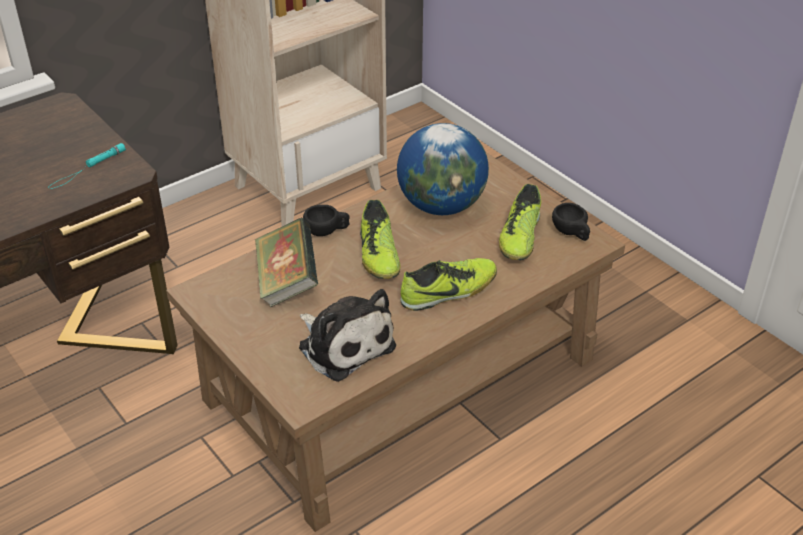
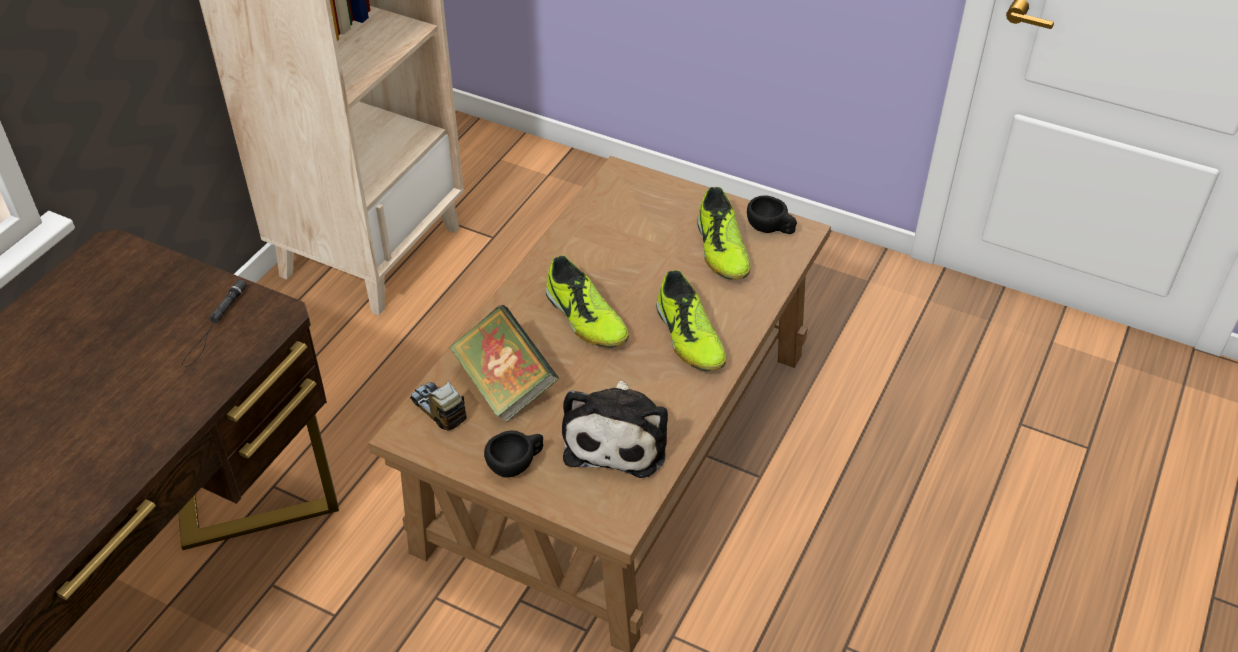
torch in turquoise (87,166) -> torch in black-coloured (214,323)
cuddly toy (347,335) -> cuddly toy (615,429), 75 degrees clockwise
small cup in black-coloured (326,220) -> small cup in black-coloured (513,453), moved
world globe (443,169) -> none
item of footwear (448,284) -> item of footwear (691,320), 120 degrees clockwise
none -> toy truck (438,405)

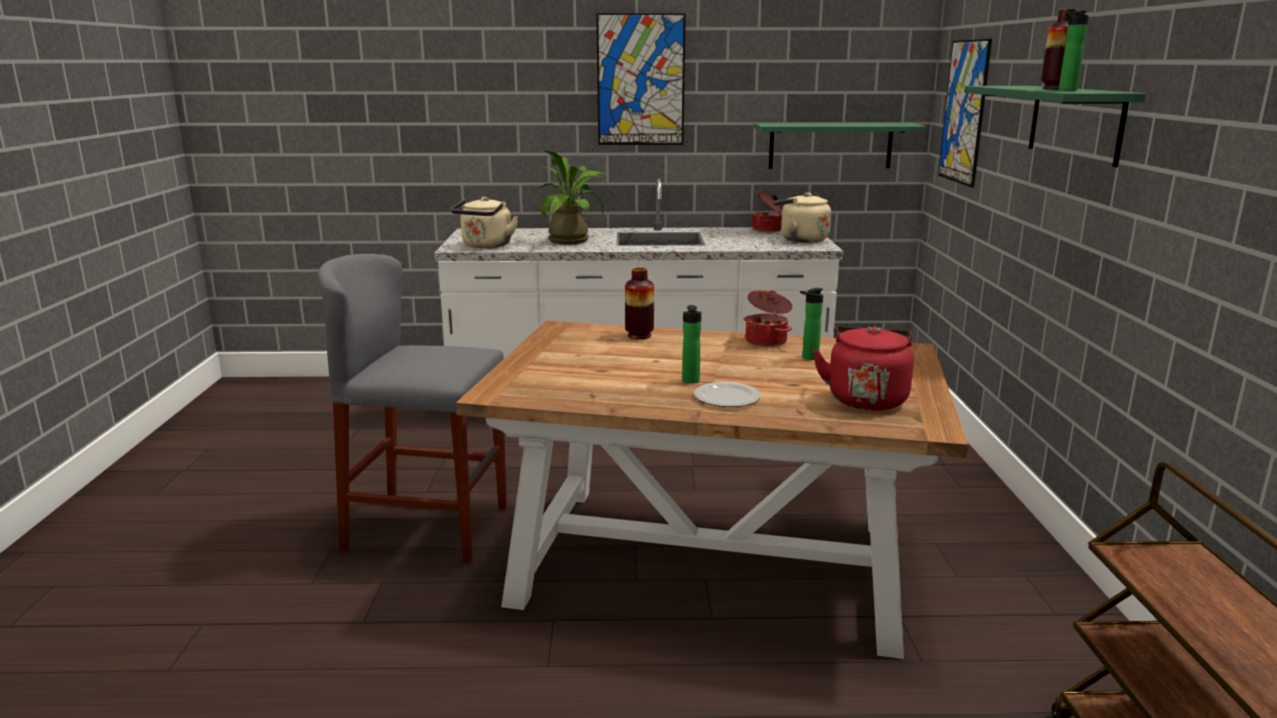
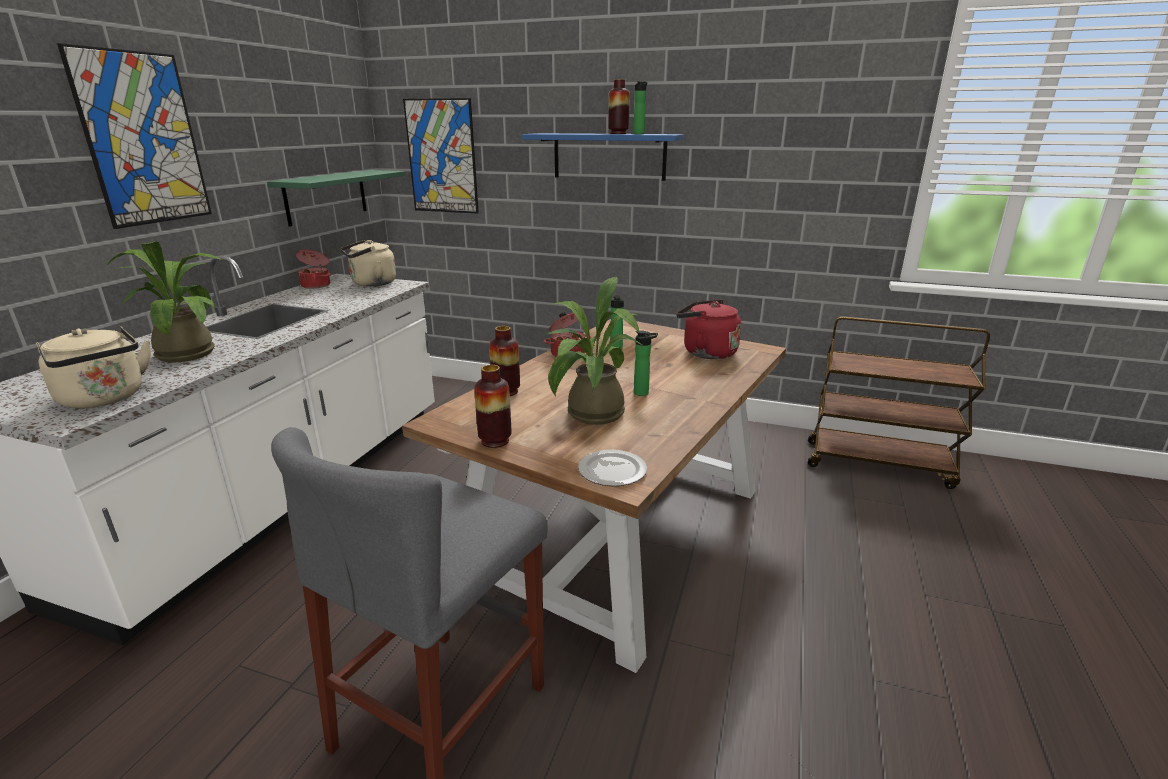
dinner plate (727,394) -> dinner plate (612,468), moved
bracket shelf in green-coloured (1055,126) -> bracket shelf in bluish (603,157)
none -> vase (492,406)
none -> potted plant (594,350)

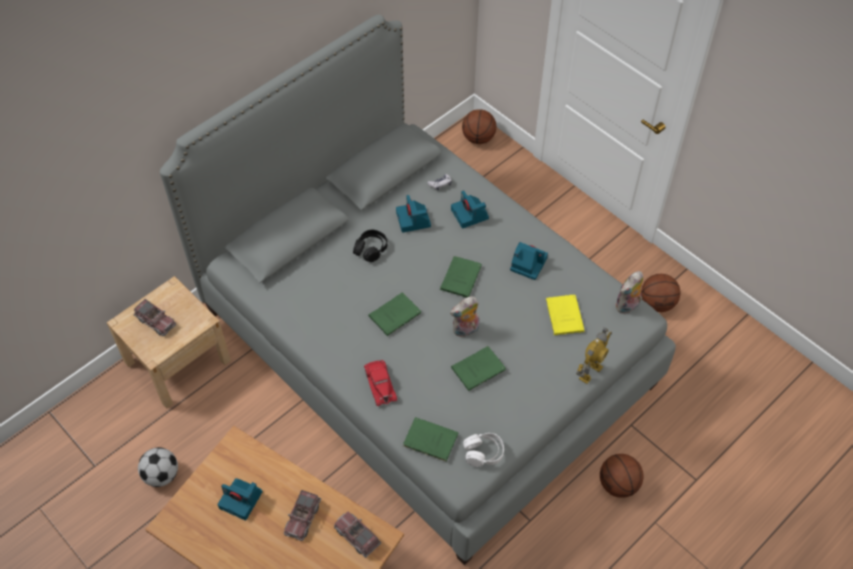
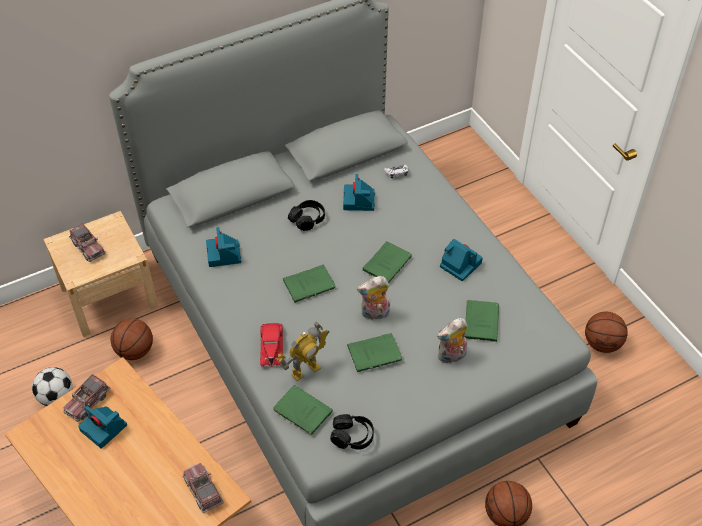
toy truck (302,515) -> toy truck (86,398), moved
photo camera (470,209) -> photo camera (223,247), moved
ball for basketball (479,126) -> ball for basketball (132,339), moved
headphones in white (483,450) -> headphones in black-coloured (352,432)
book in yellow (565,315) -> book in green-coloured (481,321)
robot figure (594,355) -> robot figure (303,351), moved
cuddly toy (629,292) -> cuddly toy (452,341), moved

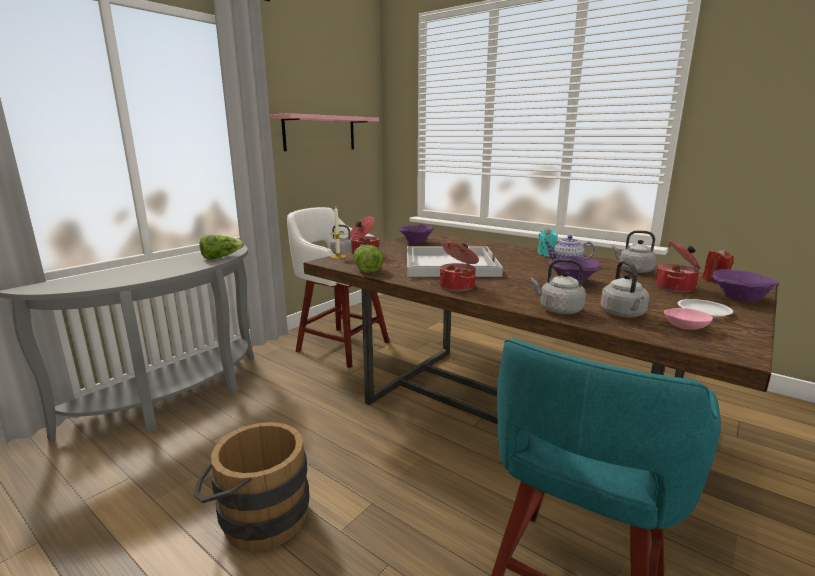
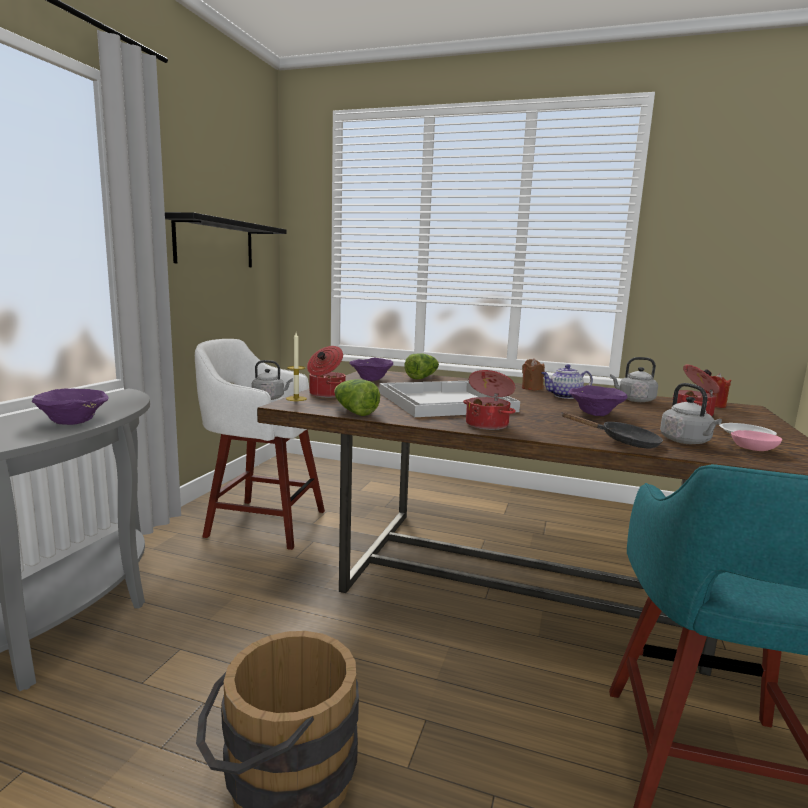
head of lettuce (221,247) -> head of lettuce (421,366), moved
bracket shelf in pinkish (324,132) -> bracket shelf in black-coloured (226,239)
kettle in gray (558,286) -> skillet in black-coloured (612,430)
wax light in turquoise (548,242) -> wax light in brown (533,374)
serving bowl in purple (745,285) -> serving bowl in purple (70,407), moved

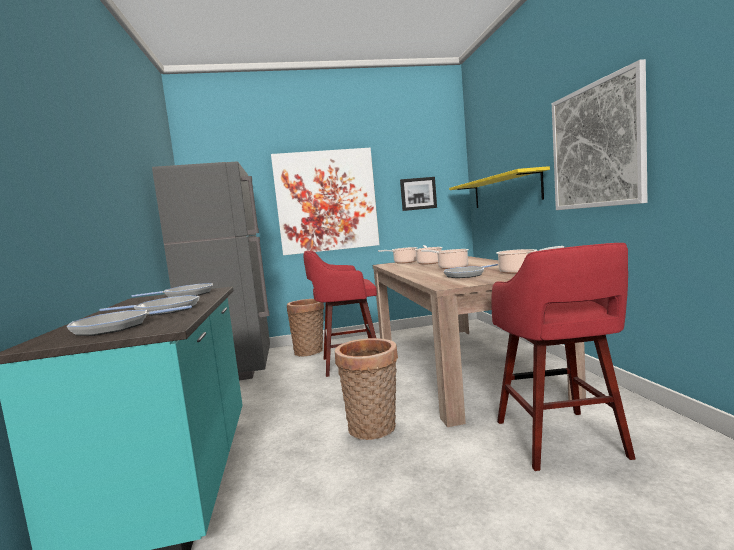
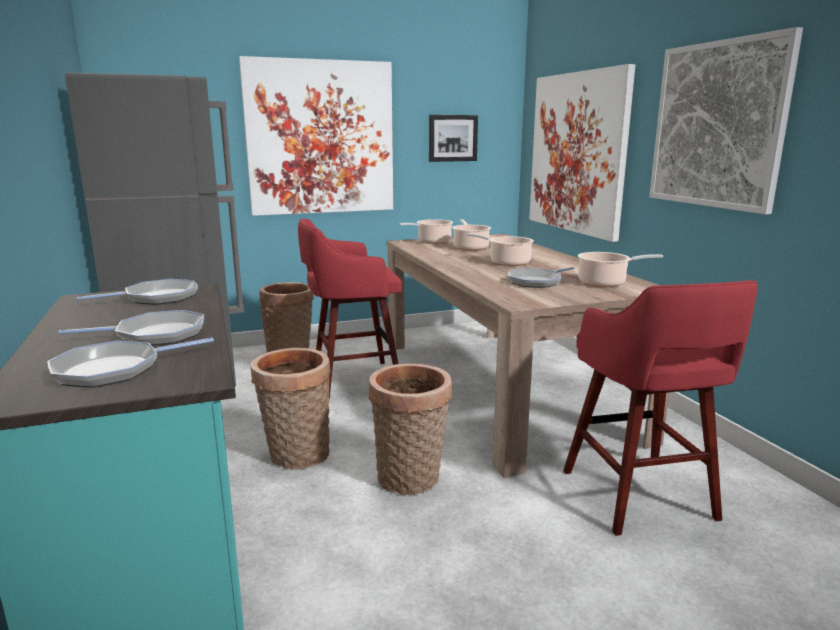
bracket shelf in yellow (499,187) -> wall art (582,153)
none -> household basket (291,408)

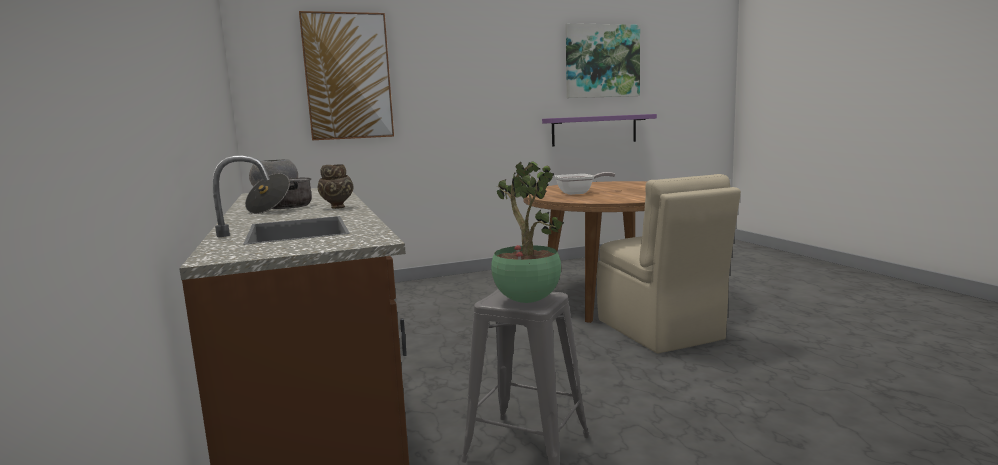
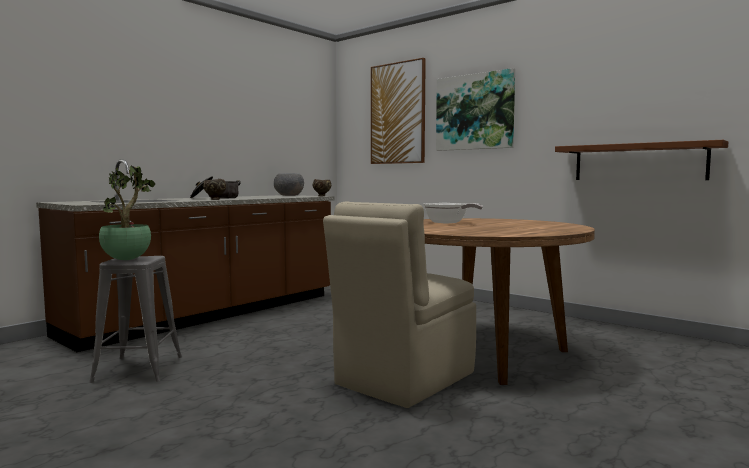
bracket shelf in purple (599,130) -> bracket shelf in brown (641,160)
wall art (602,60) -> wall art (475,109), moved

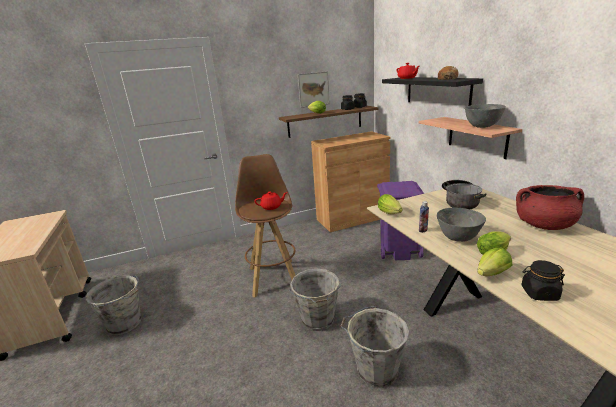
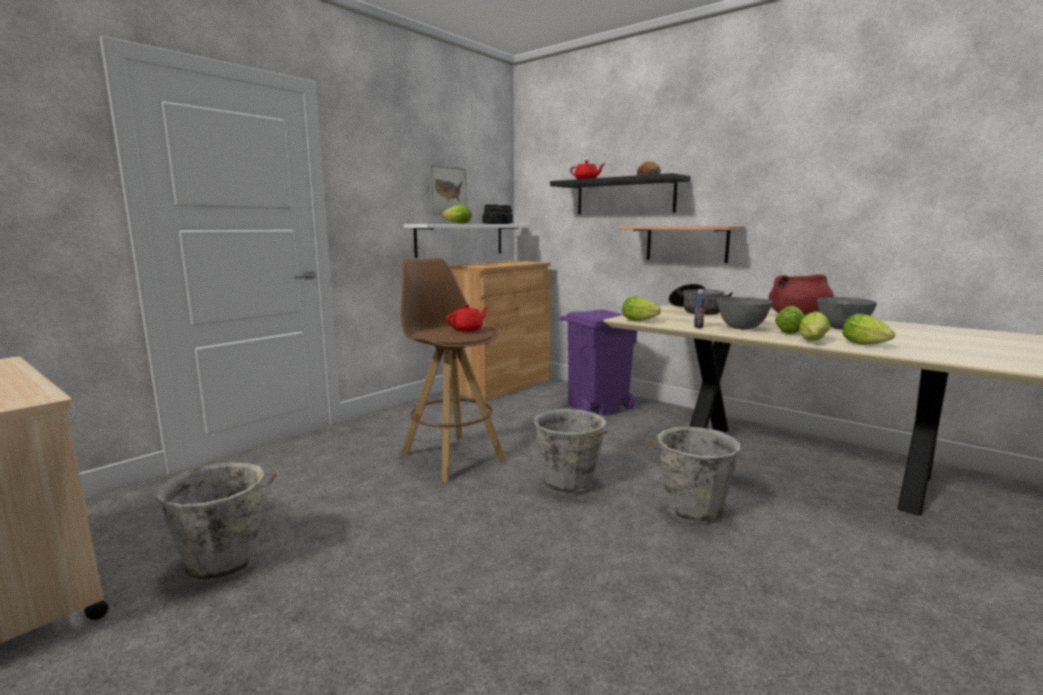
bracket shelf in brown (328,122) -> bracket shelf in white (466,241)
serving bowl in gray (485,116) -> serving bowl in gray (847,313), moved
jar in black-coloured (543,280) -> head of lettuce (868,329)

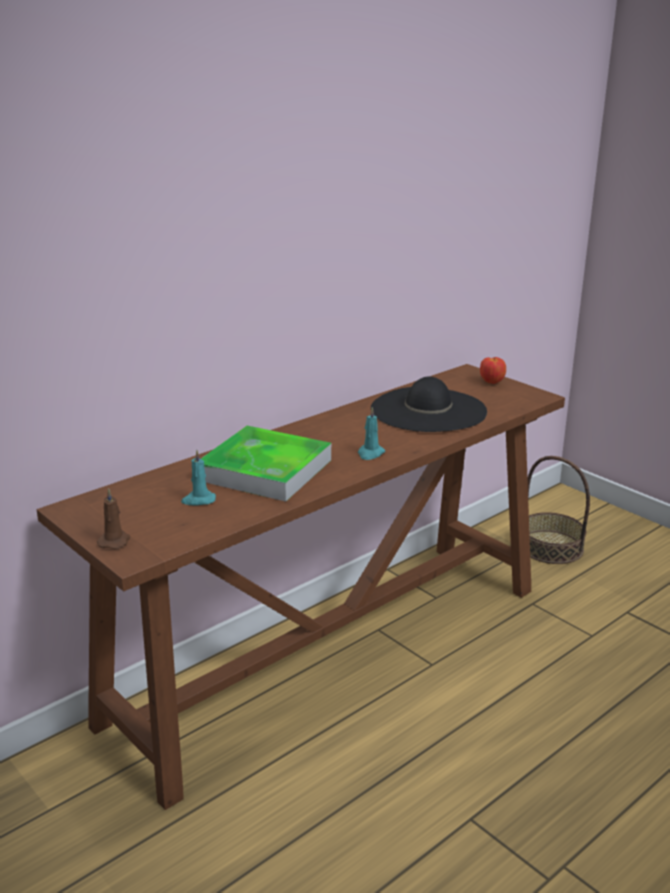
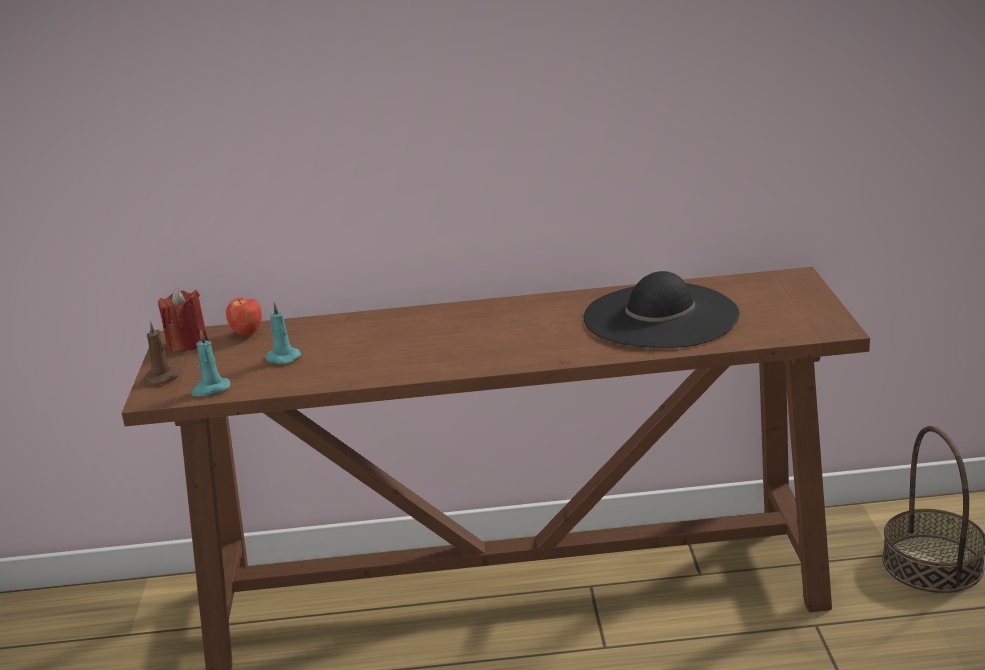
carrying tray (266,464) -> none
wax light in turquoise (371,433) -> wax light in turquoise (211,363), moved
apple (493,370) -> apple (244,317), moved
none -> wax light in red (183,320)

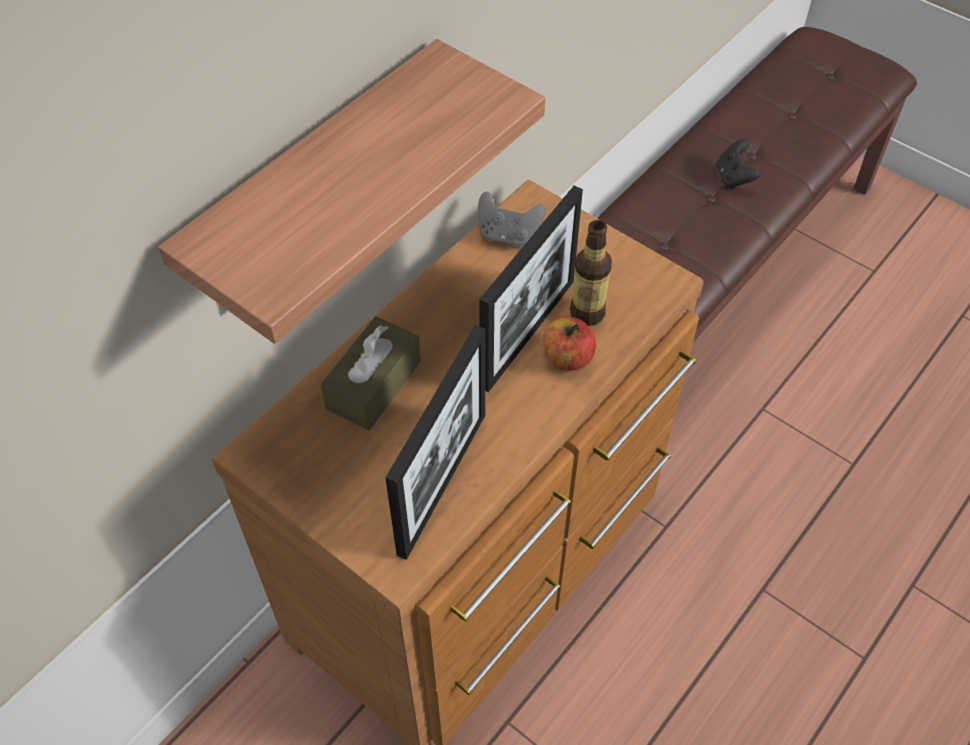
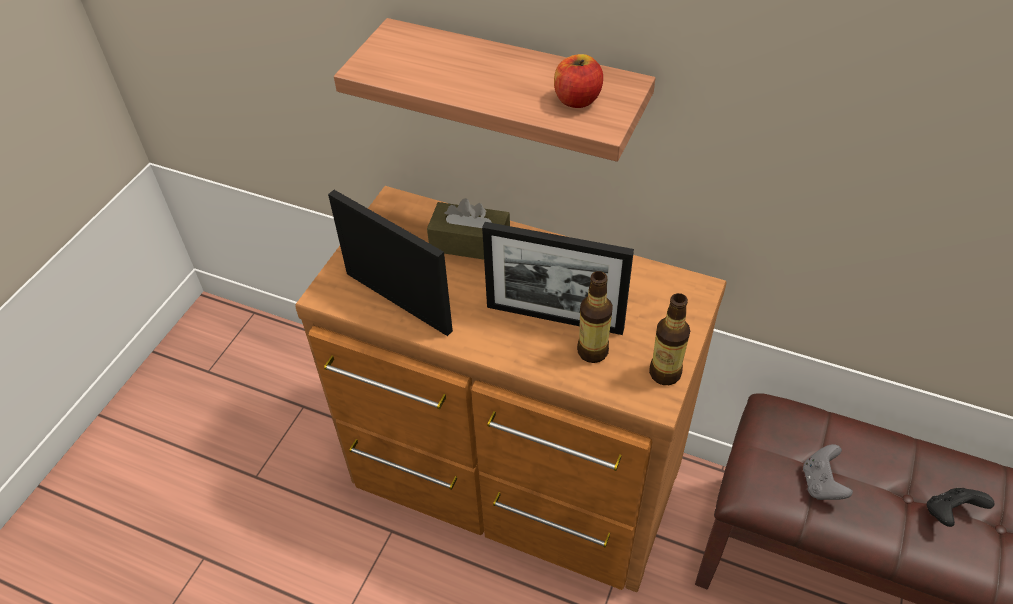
picture frame (435,442) -> picture frame (390,263), 150 degrees counterclockwise
gamepad in gray (512,219) -> gamepad in gray (828,472), moved
apple (569,344) -> apple (578,81), moved
none -> beverage bottle (669,339)

